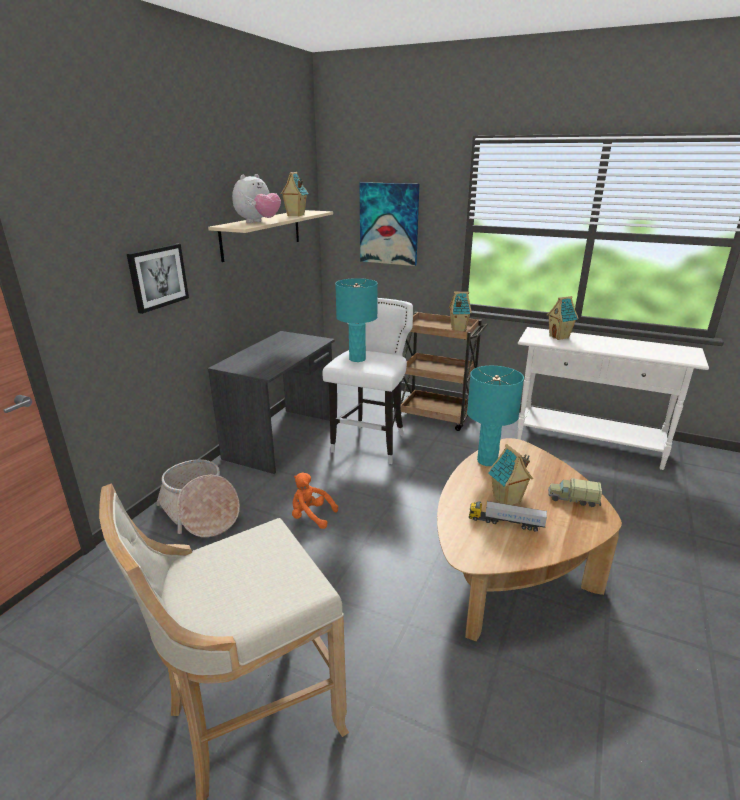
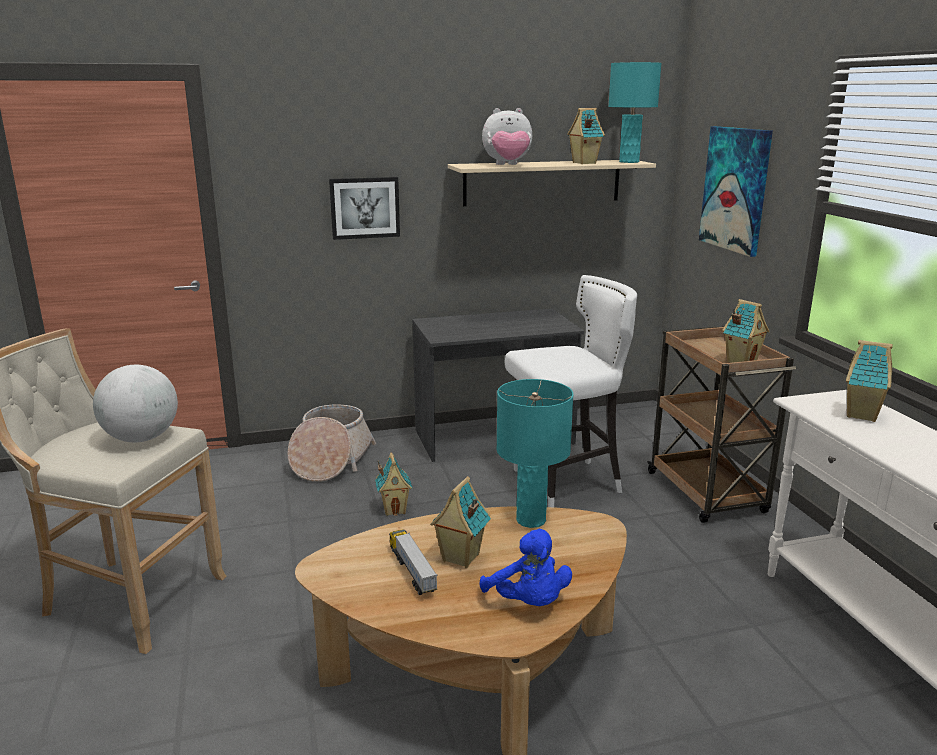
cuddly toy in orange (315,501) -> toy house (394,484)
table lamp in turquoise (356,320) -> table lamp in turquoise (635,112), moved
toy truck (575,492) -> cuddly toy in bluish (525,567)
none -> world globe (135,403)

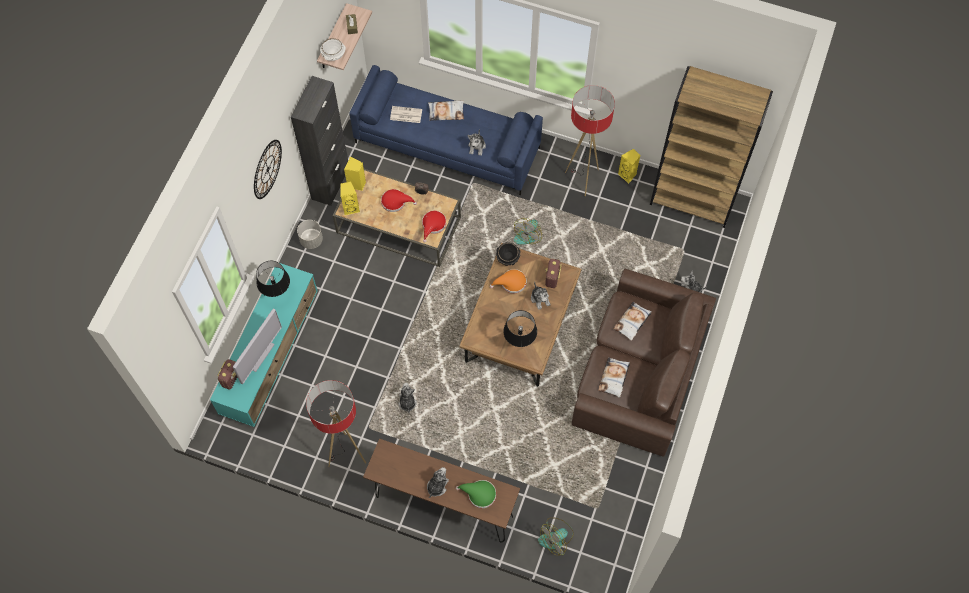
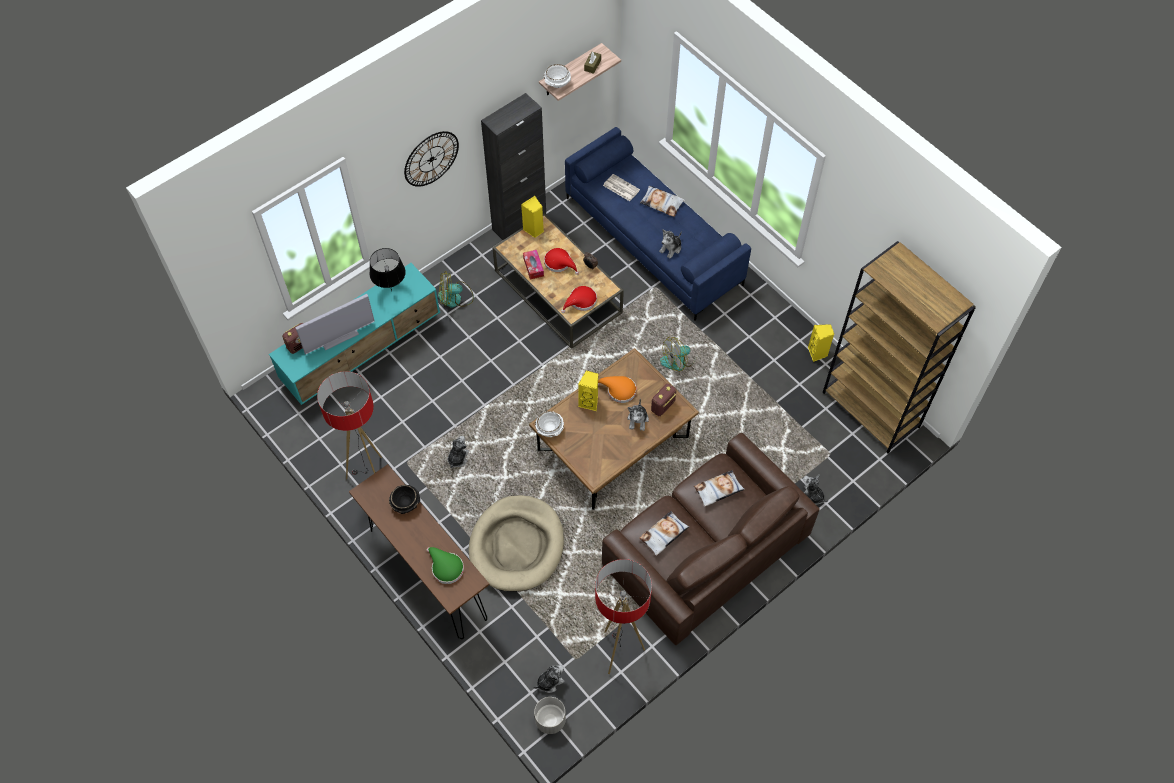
planter in gray (310,234) -> planter in gray (550,715), moved
audio speaker in yellow (350,198) -> audio speaker in yellow (588,390), moved
cuddly toy (438,482) -> cuddly toy (548,679), moved
serving bowl in black-coloured (508,254) -> serving bowl in black-coloured (404,499), moved
table lamp in black-coloured (520,328) -> none
fan (556,536) -> fan (456,290), moved
standard lamp (590,140) -> standard lamp (623,616), moved
none -> dog cushion in sand-coloured (516,543)
none -> box of tissues (533,265)
none -> serving bowl in white (549,424)

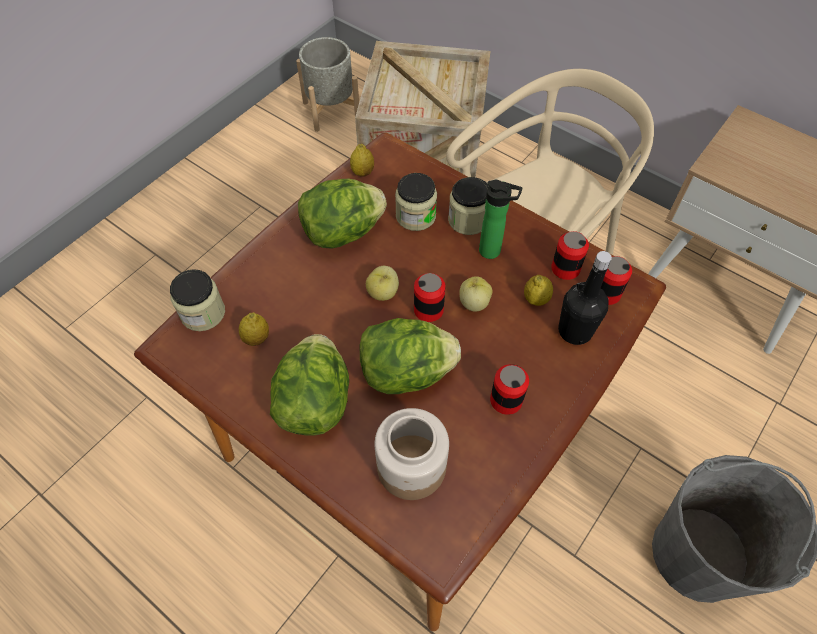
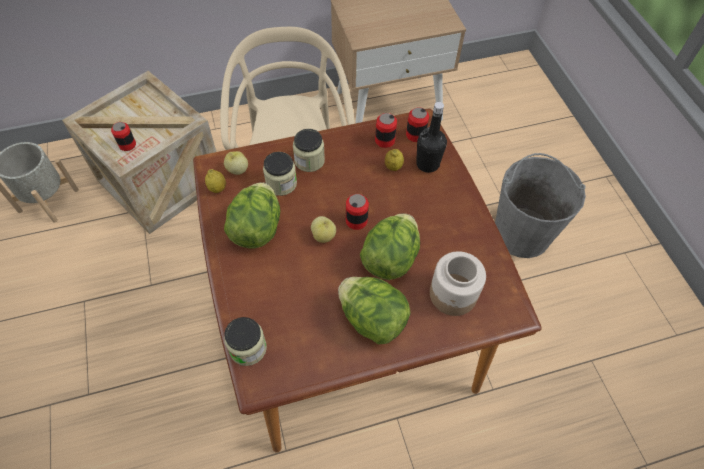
citrus fruit (254,329) -> none
apple (476,294) -> apple (236,163), moved
beverage bottle (500,219) -> none
metal can (509,389) -> metal can (123,136), moved

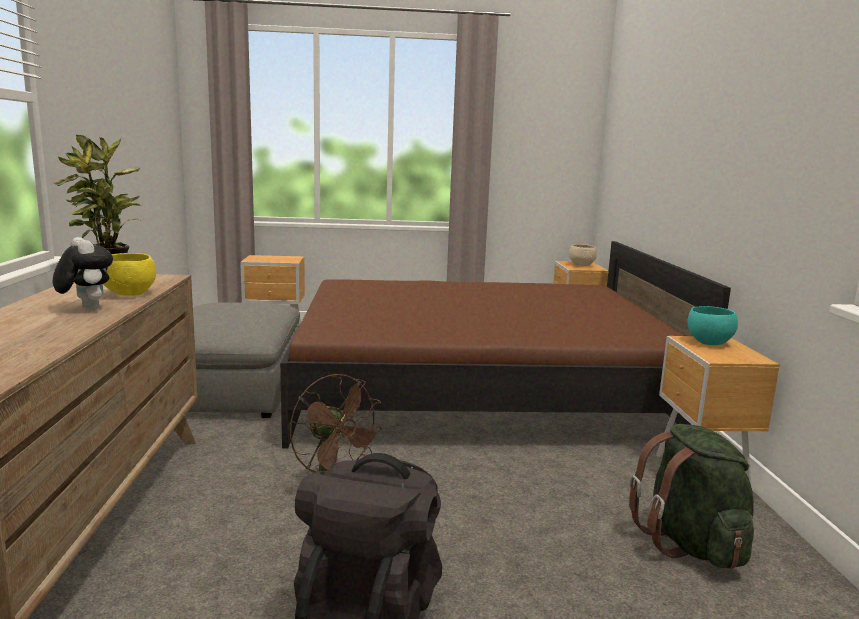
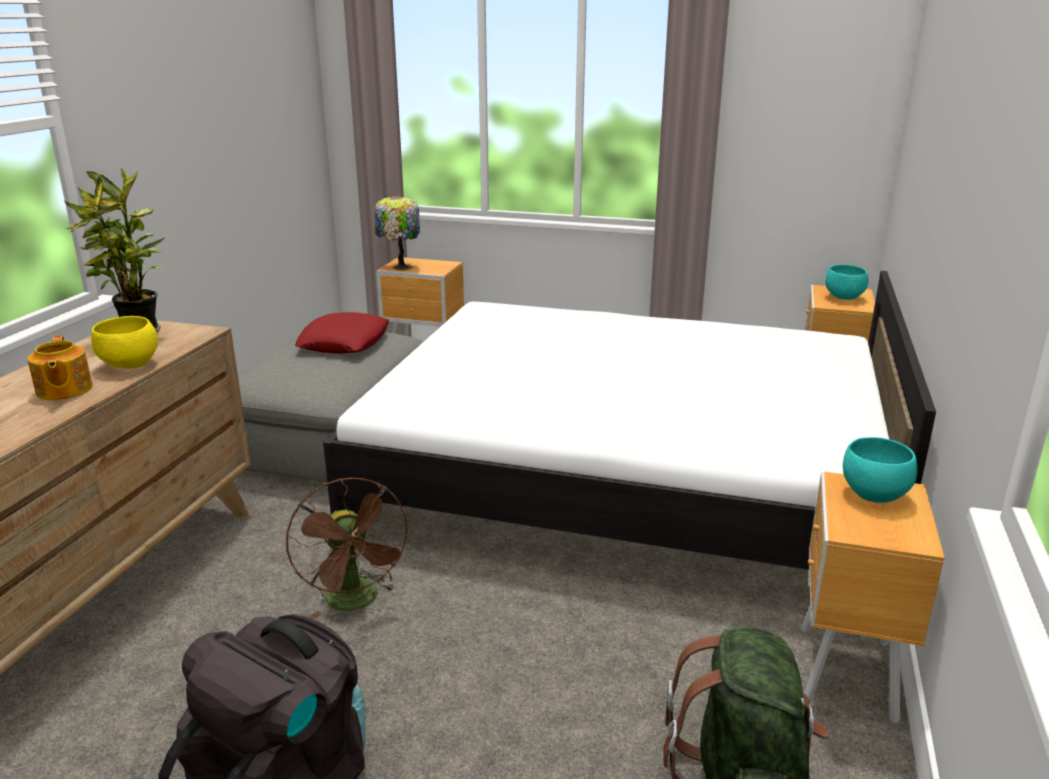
cuddly toy (83,273) -> pot for tea (60,367)
bed in brown (505,344) -> bed in white (629,420)
serving bowl in sand-coloured (583,255) -> serving bowl in turquoise (846,282)
none -> throw pillow in red (342,333)
none -> table lamp (397,233)

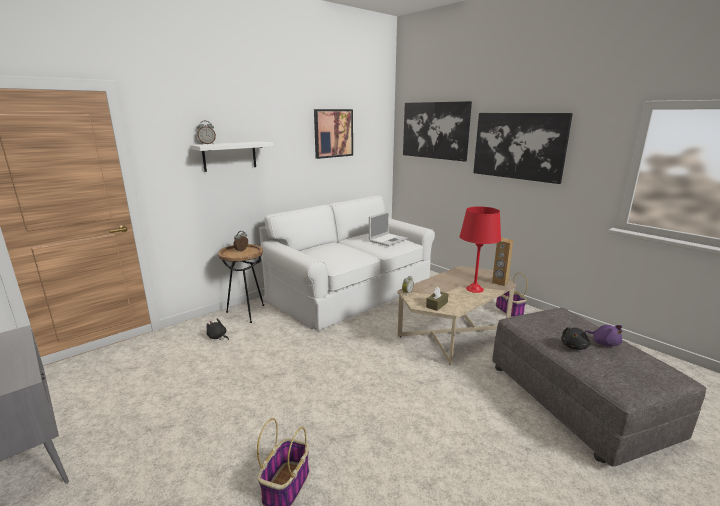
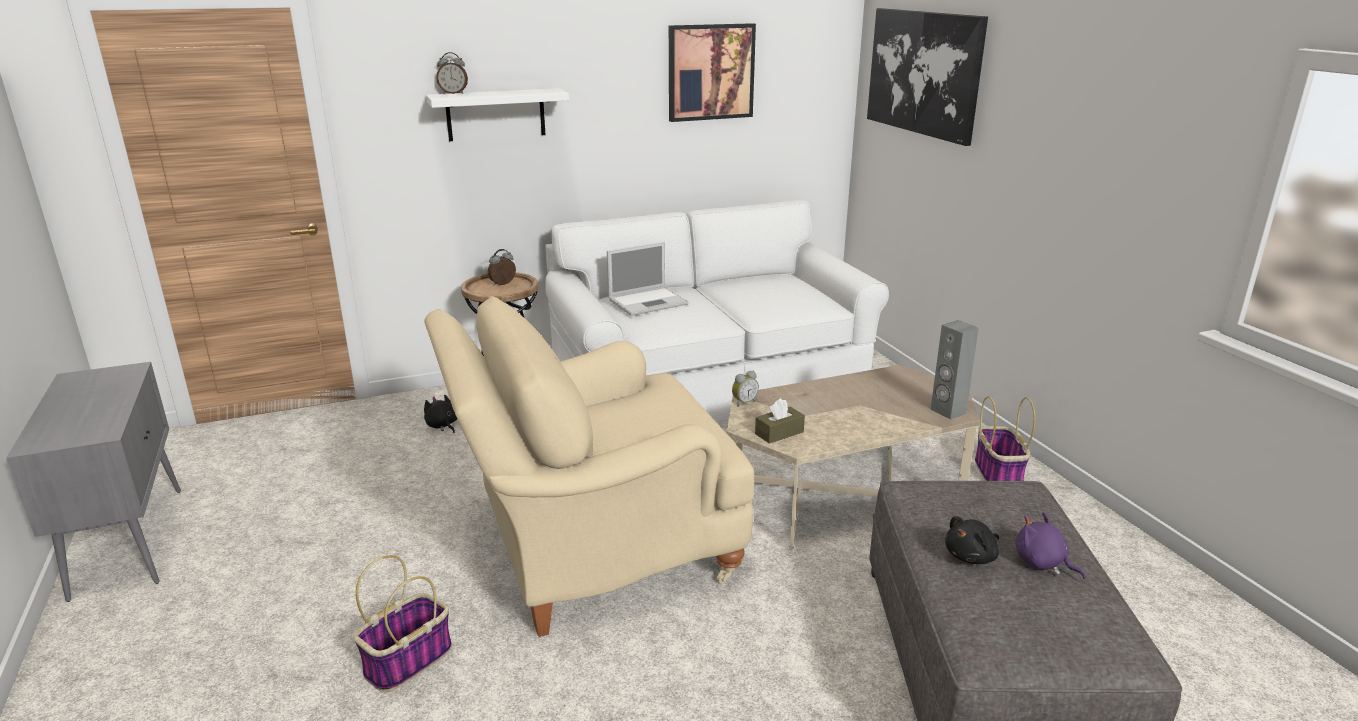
notebook computer (388,228) -> notebook computer (648,279), moved
table lamp in red (480,250) -> none
wall art (523,148) -> none
audio speaker in brown (502,262) -> audio speaker in gray (954,370)
cuddly toy in purple (603,336) -> cuddly toy in purple (1050,545), 150 degrees clockwise
none -> lounge chair in sand-coloured (589,466)

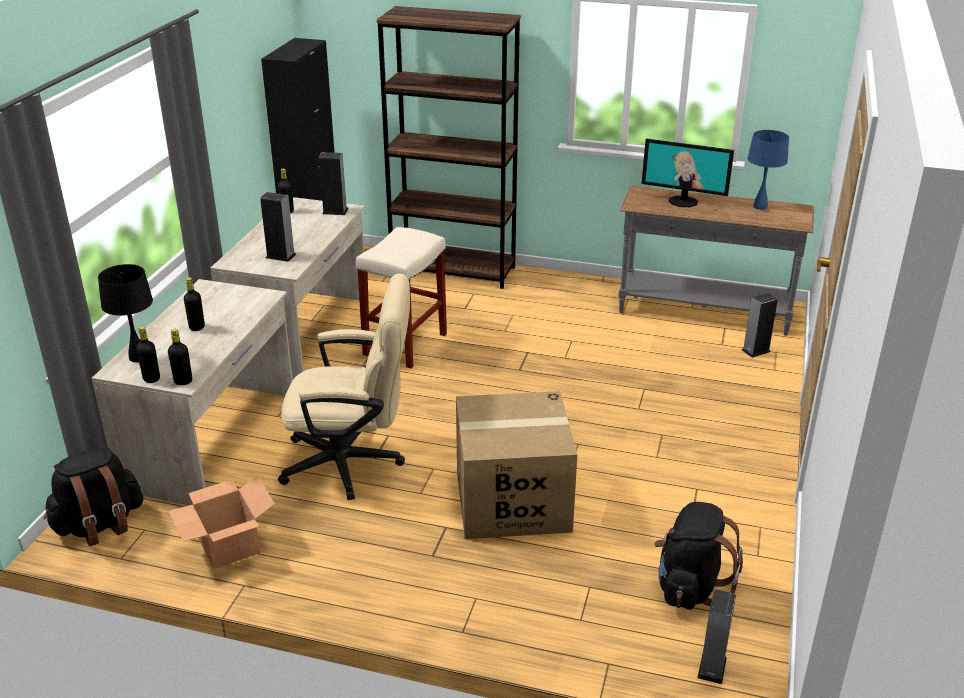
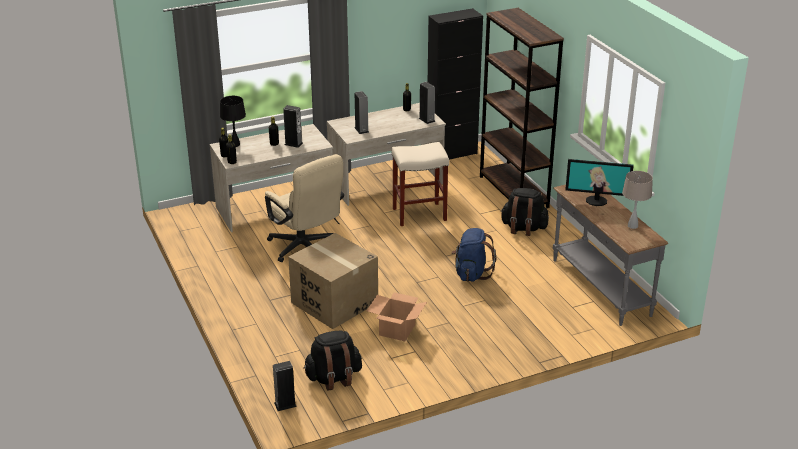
knapsack in black-coloured (93,496) -> knapsack in black-coloured (524,212), moved
carton (222,522) -> carton (396,316), moved
computer display (688,172) -> computer display (599,182), 60 degrees counterclockwise
audio speaker (760,325) -> audio speaker (293,126), moved
table lamp in bluish (768,170) -> table lamp in sand-coloured (637,200)
none -> knapsack in bluish (474,255)

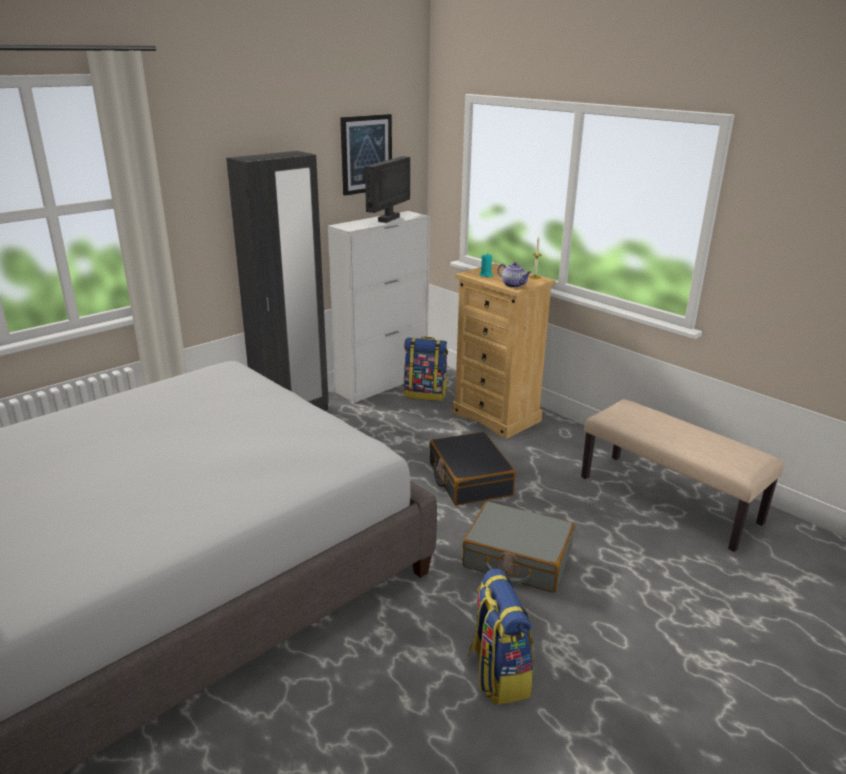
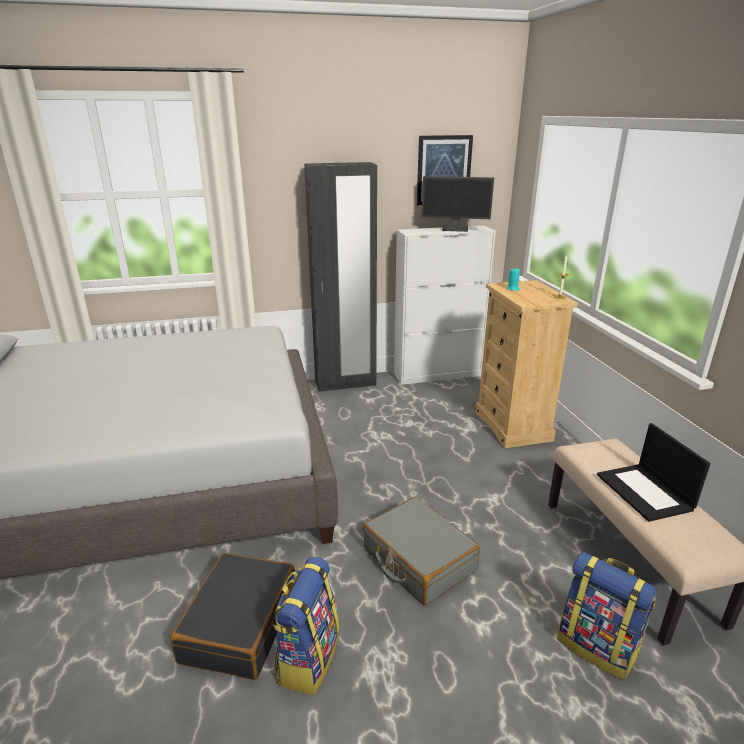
computer display (387,189) -> computer display (458,204), 135 degrees counterclockwise
knapsack (426,369) -> knapsack (606,616), moved
suitcase in black-coloured (472,469) -> suitcase in black-coloured (233,616), moved
pot for tea (515,275) -> none
none -> notebook computer (654,472)

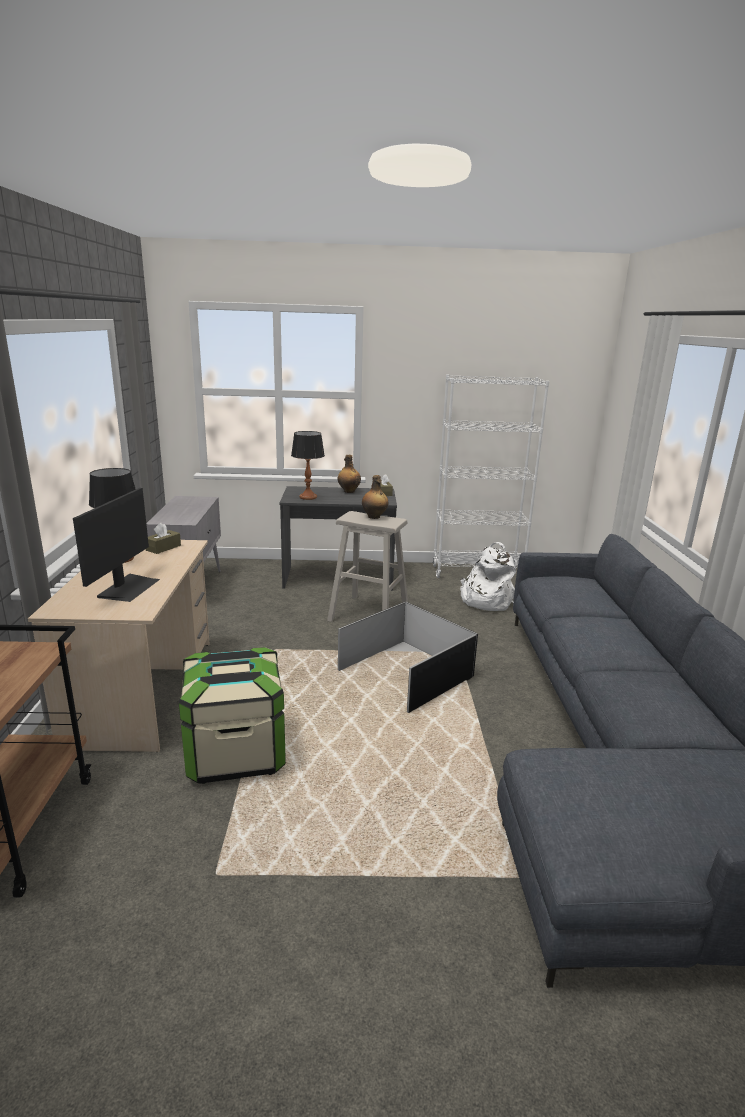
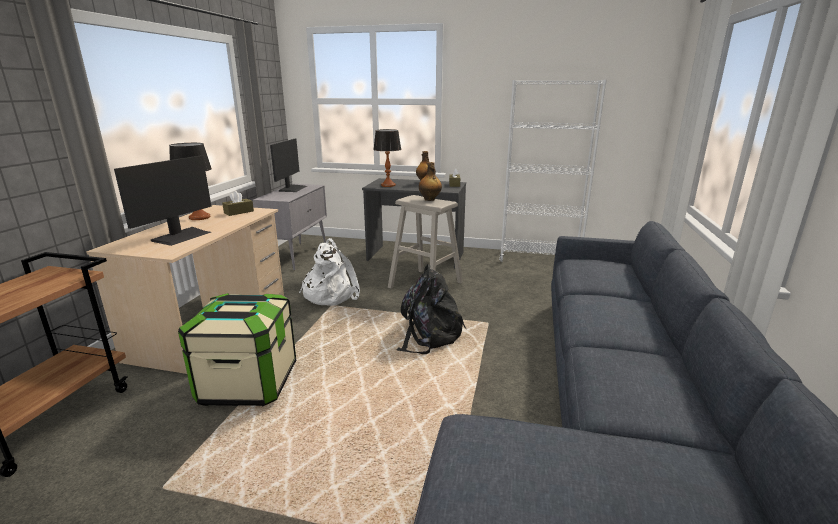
storage container in black-coloured (408,657) -> knapsack in black-coloured (431,309)
knapsack in white (488,576) -> knapsack in white (329,272), moved
none -> computer display (288,165)

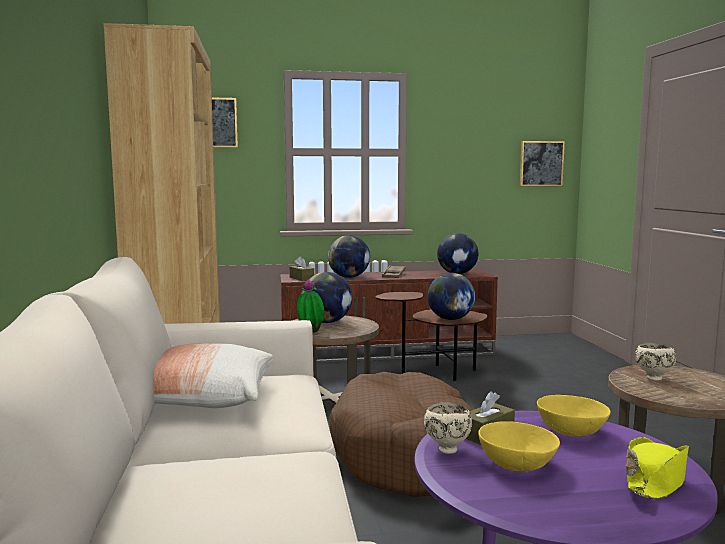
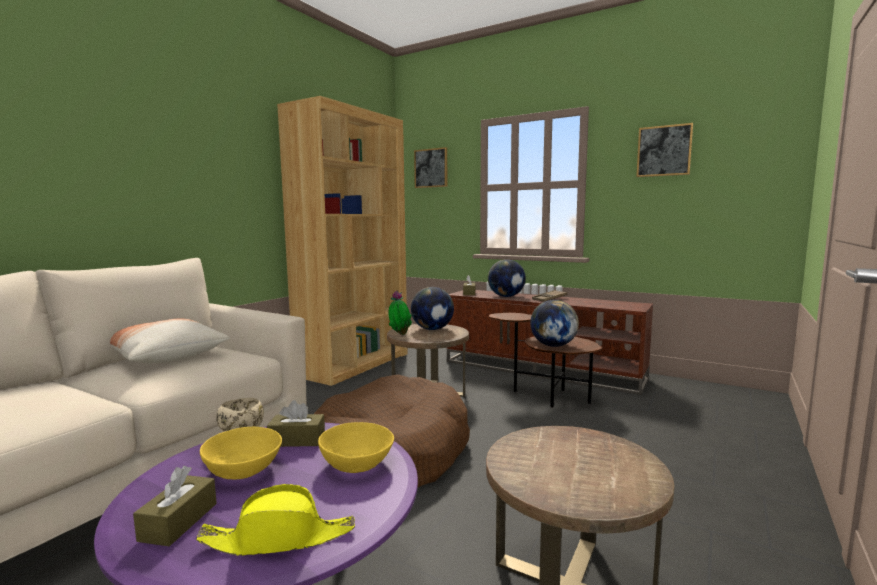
world globe (457,253) -> none
wall art (542,163) -> wall art (664,150), moved
serving bowl in sand-coloured (655,361) -> none
none -> box of tissues in brown (175,506)

